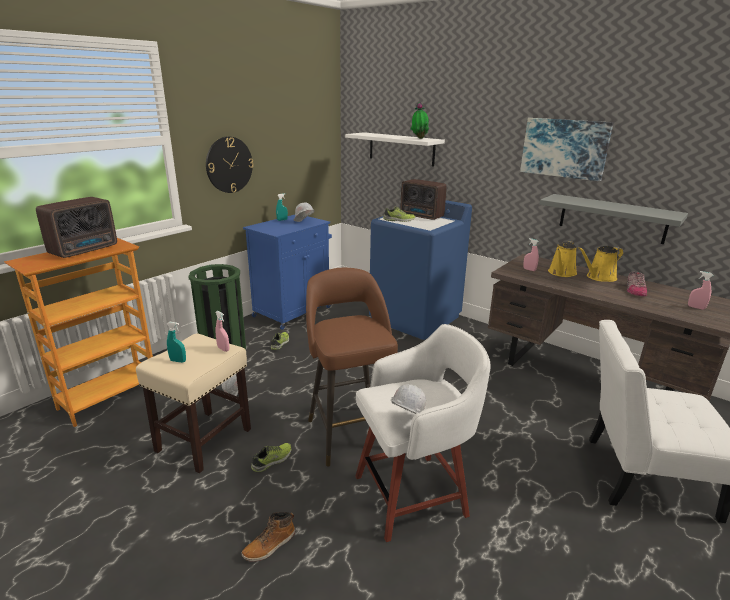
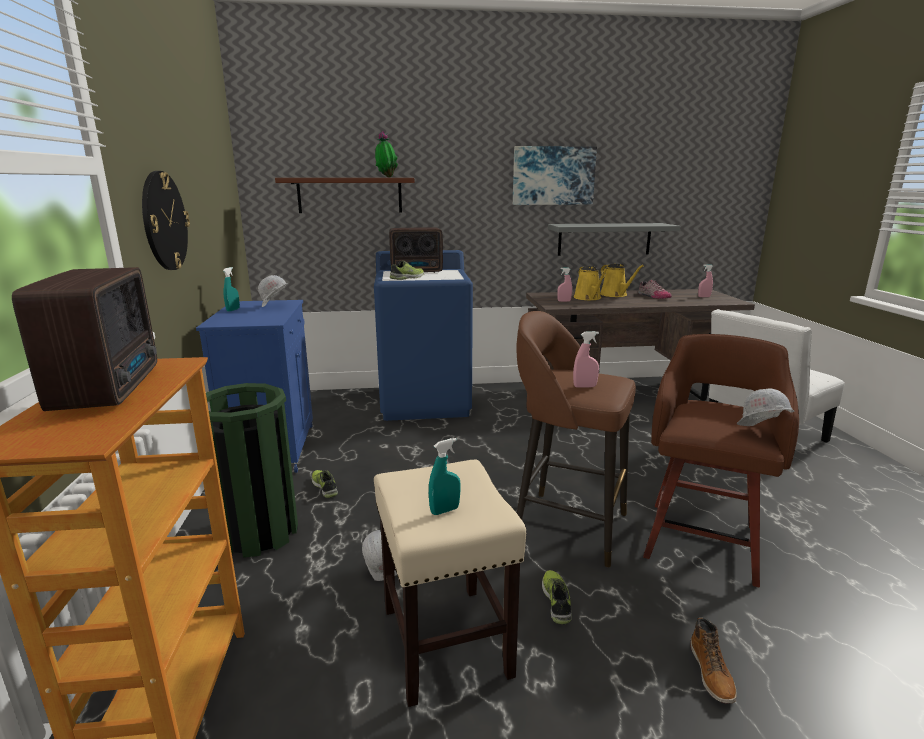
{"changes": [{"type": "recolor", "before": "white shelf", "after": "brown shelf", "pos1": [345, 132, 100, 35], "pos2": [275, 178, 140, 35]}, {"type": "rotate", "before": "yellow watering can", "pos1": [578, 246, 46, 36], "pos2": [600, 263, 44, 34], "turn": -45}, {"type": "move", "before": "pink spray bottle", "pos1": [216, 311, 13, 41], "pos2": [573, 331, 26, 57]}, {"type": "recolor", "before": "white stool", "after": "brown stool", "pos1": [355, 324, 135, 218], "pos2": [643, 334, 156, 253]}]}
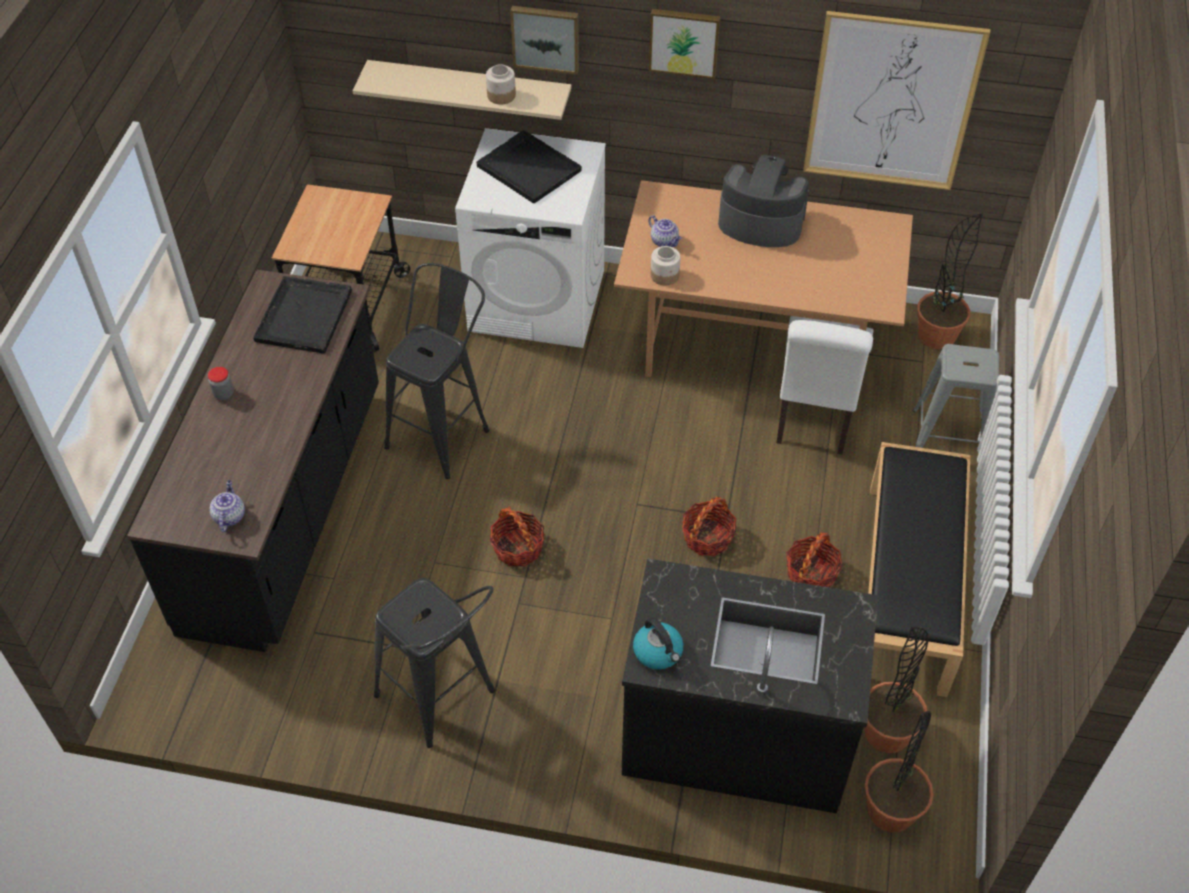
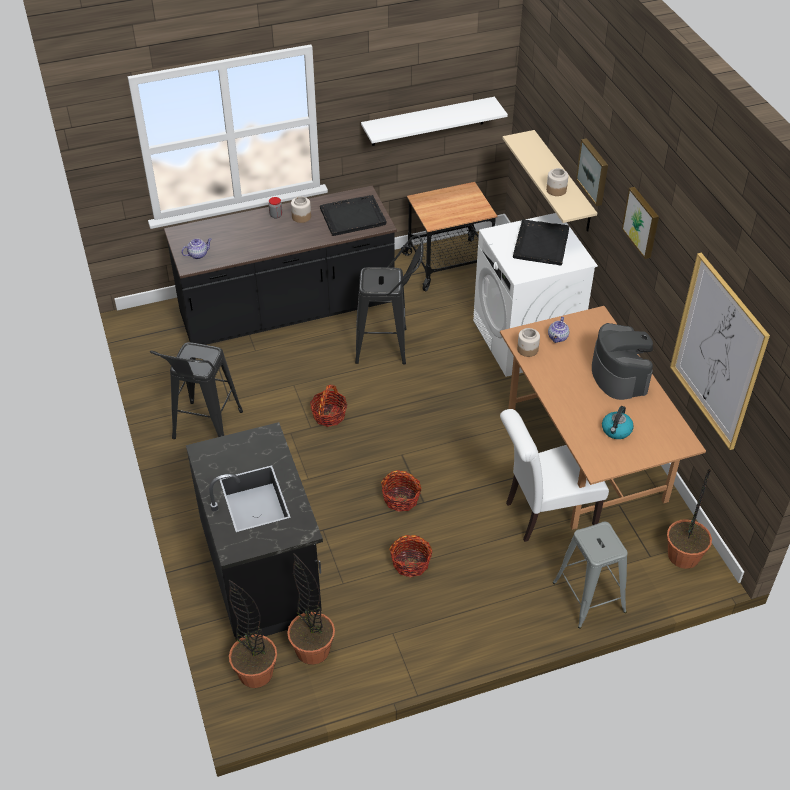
{"changes": [{"type": "delete", "before": "black bench", "pos1": [868, 442, 103, 255]}, {"type": "move", "before": "kettle", "pos1": [633, 617, 50, 53], "pos2": [602, 406, 32, 33]}, {"type": "insert", "after": "white shelf", "pos2": [361, 97, 147, 49]}, {"type": "insert", "after": "jar", "pos2": [291, 196, 20, 27]}]}
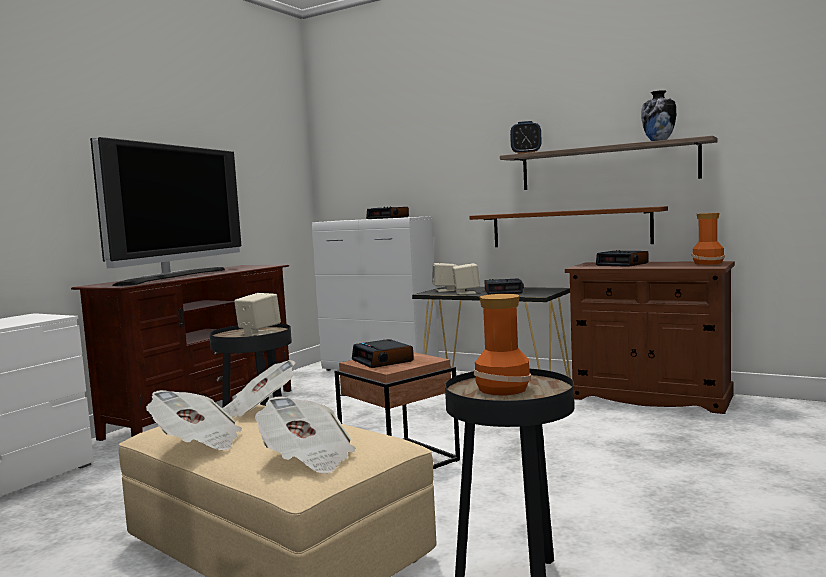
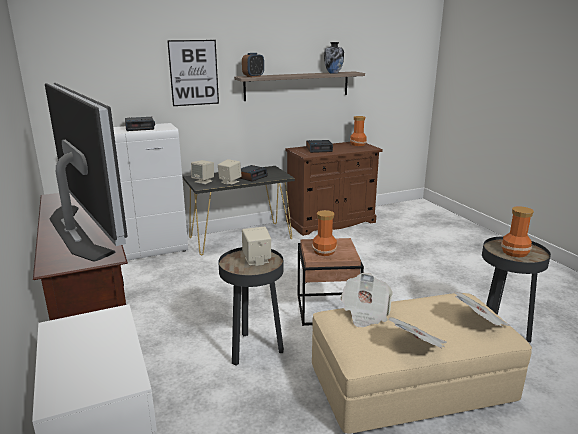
{"changes": [{"type": "delete", "before": "brown shelf", "pos1": [469, 206, 199, 41]}, {"type": "replace", "before": "alarm clock", "after": "vase", "pos1": [352, 339, 62, 29], "pos2": [312, 210, 25, 46]}, {"type": "insert", "after": "picture", "pos2": [167, 40, 52, 66]}]}
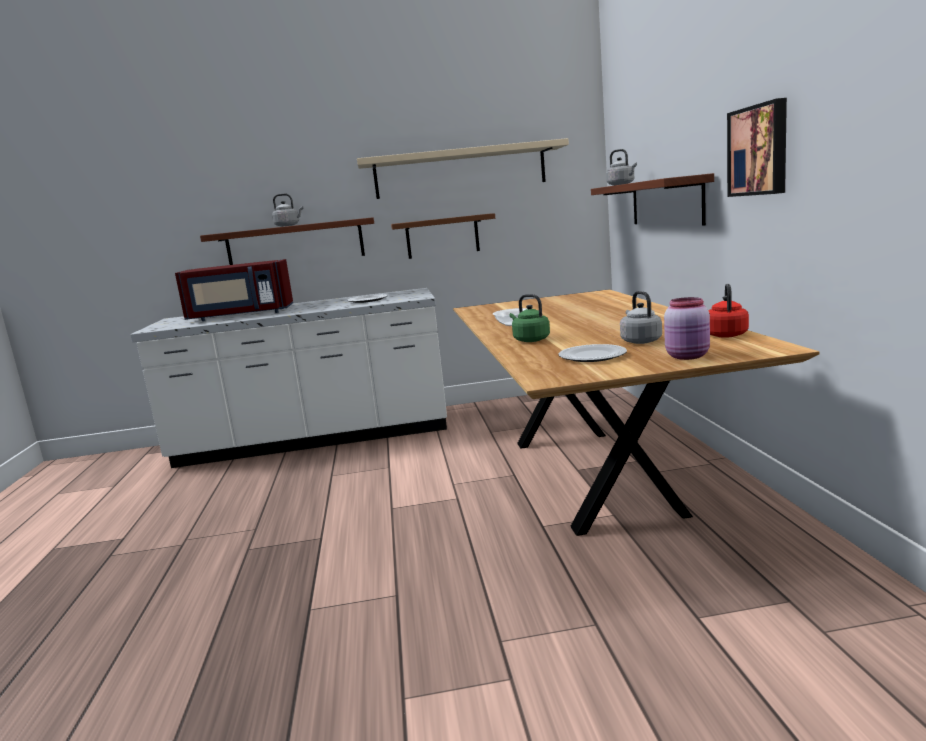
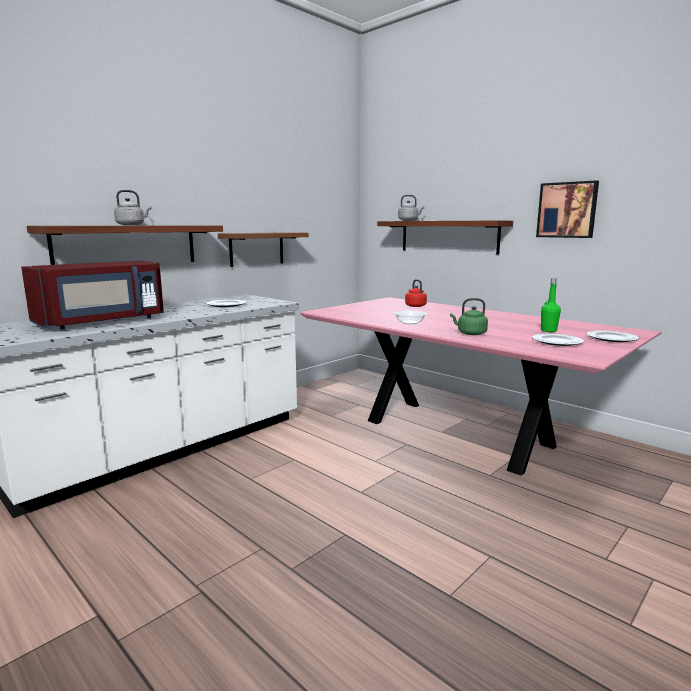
{"changes": [{"type": "delete", "before": "beige shelf", "pos1": [357, 138, 212, 61]}, {"type": "move", "before": "red kettle", "pos1": [708, 284, 41, 54], "pos2": [405, 279, 22, 28]}, {"type": "recolor", "before": "brown dining table", "after": "pink dining table", "pos1": [453, 289, 367, 247], "pos2": [299, 297, 362, 179]}, {"type": "replace", "before": "grey kettle", "after": "green bottle", "pos1": [620, 291, 42, 53], "pos2": [541, 278, 20, 54]}, {"type": "replace", "before": "pink jar", "after": "plate", "pos1": [664, 297, 46, 63], "pos2": [587, 330, 52, 12]}]}
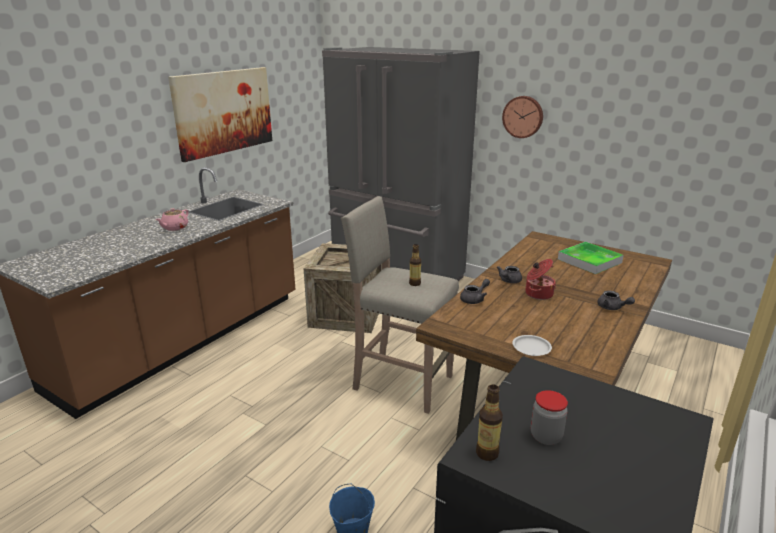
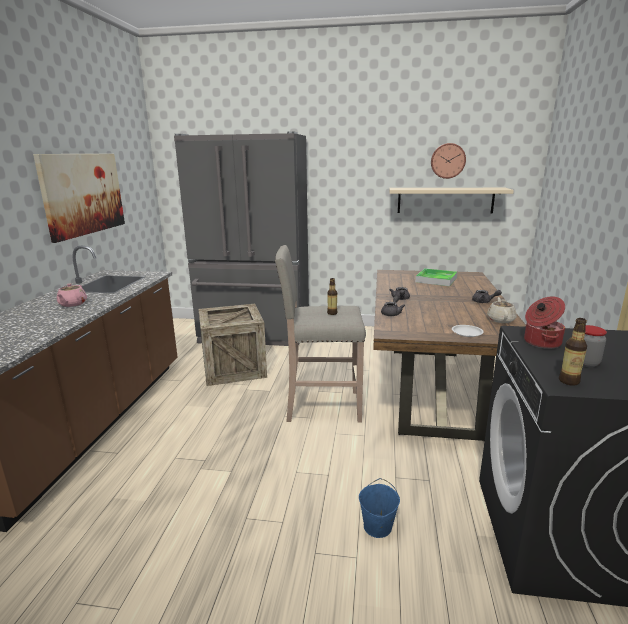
{"changes": [{"type": "move", "before": "wall clock", "pos1": [502, 96, 41, 42], "pos2": [431, 143, 35, 36]}, {"type": "move", "before": "cooking pot", "pos1": [525, 259, 31, 41], "pos2": [524, 296, 42, 53]}, {"type": "insert", "after": "beige shelf", "pos2": [389, 188, 125, 26]}, {"type": "insert", "after": "beige teapot", "pos2": [487, 297, 29, 26]}]}
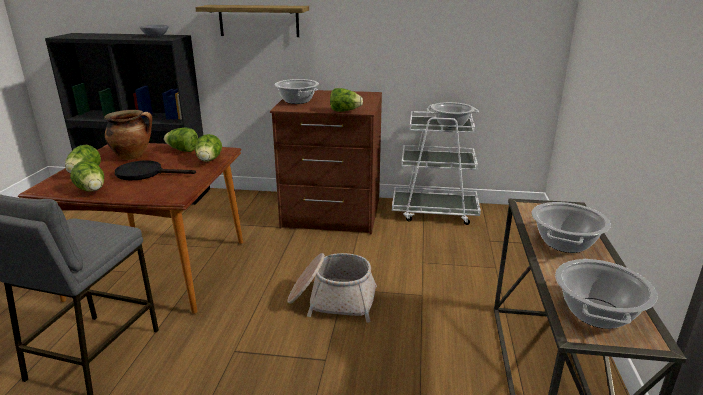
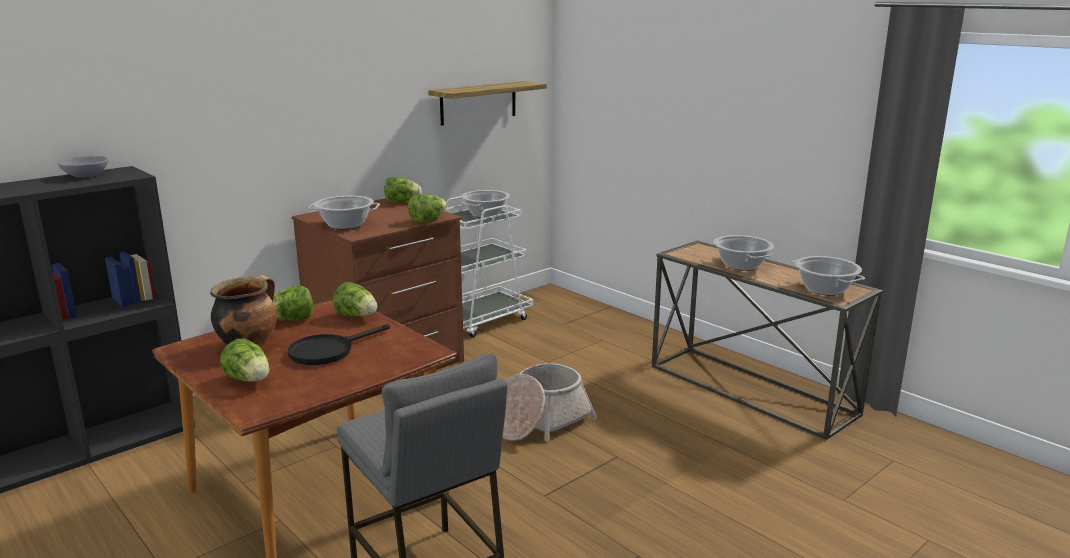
{"changes": [{"type": "move", "before": "shelf", "pos1": [195, 5, 114, 32], "pos2": [429, 81, 118, 45]}, {"type": "move", "before": "lettuce", "pos1": [70, 161, 34, 31], "pos2": [384, 177, 38, 26]}]}
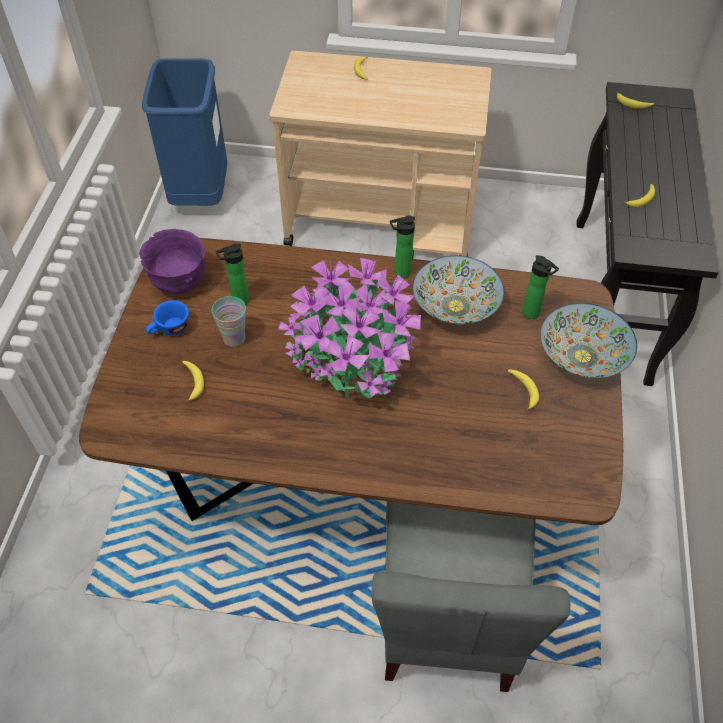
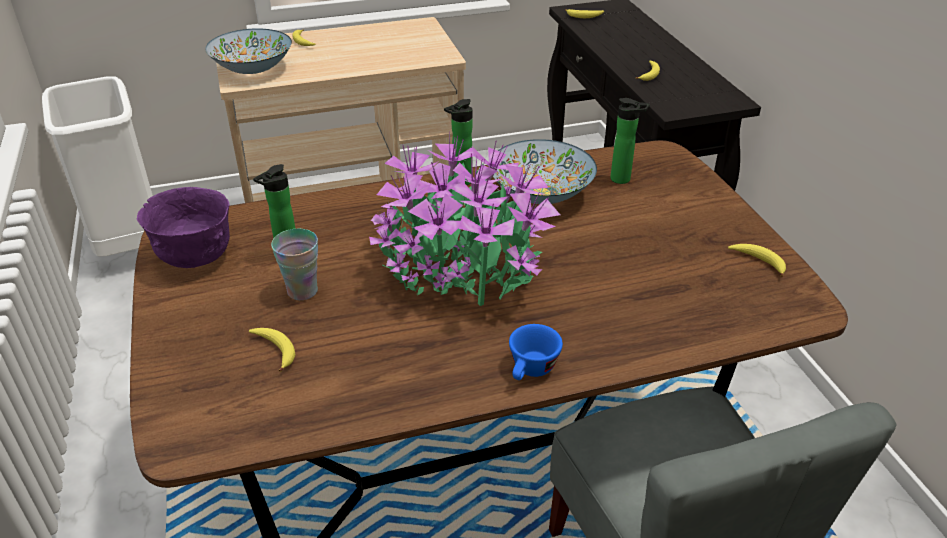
{"changes": [{"type": "recolor", "before": "blue trash can", "after": "white trash can", "pos1": [142, 58, 85, 148], "pos2": [42, 76, 111, 180]}, {"type": "move", "before": "blue cup", "pos1": [146, 300, 43, 36], "pos2": [509, 324, 54, 56]}, {"type": "move", "before": "bowl", "pos1": [540, 303, 97, 75], "pos2": [205, 28, 87, 46]}, {"type": "move", "before": "banana", "pos1": [508, 370, 31, 41], "pos2": [728, 244, 58, 33]}]}
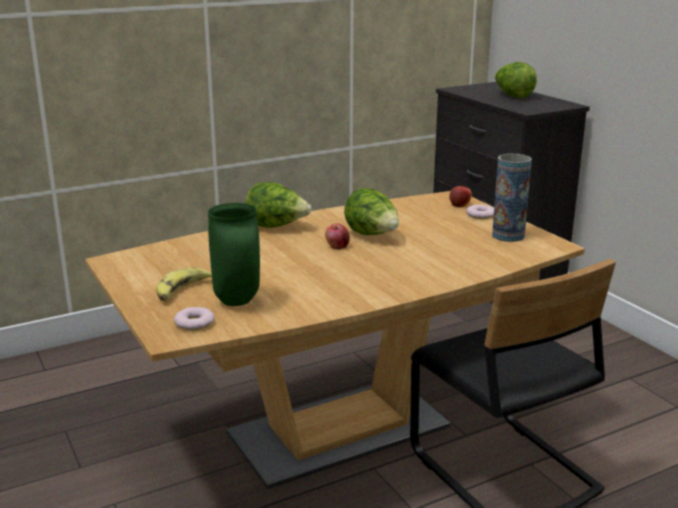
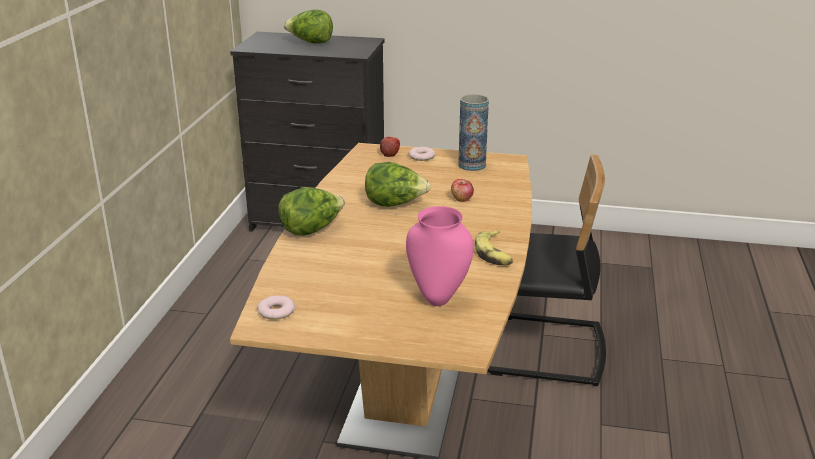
{"changes": [{"type": "recolor", "before": "green vase", "after": "pink vase", "pos1": [208, 203, 52, 103], "pos2": [406, 206, 67, 100]}, {"type": "move", "before": "apple", "pos1": [325, 223, 25, 26], "pos2": [451, 179, 23, 23]}, {"type": "move", "before": "banana", "pos1": [156, 268, 56, 33], "pos2": [475, 230, 38, 35]}, {"type": "move", "before": "donut", "pos1": [174, 307, 41, 23], "pos2": [257, 296, 38, 24]}]}
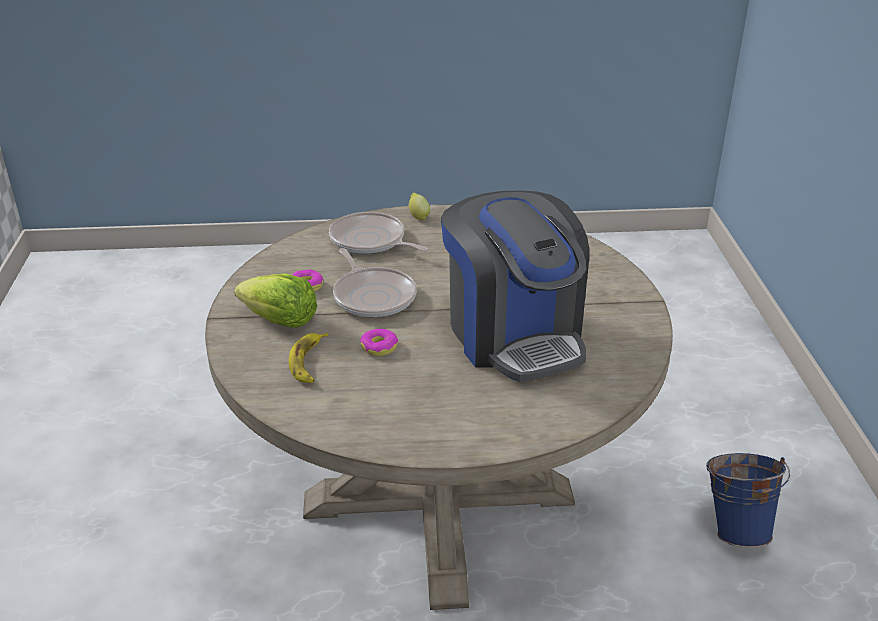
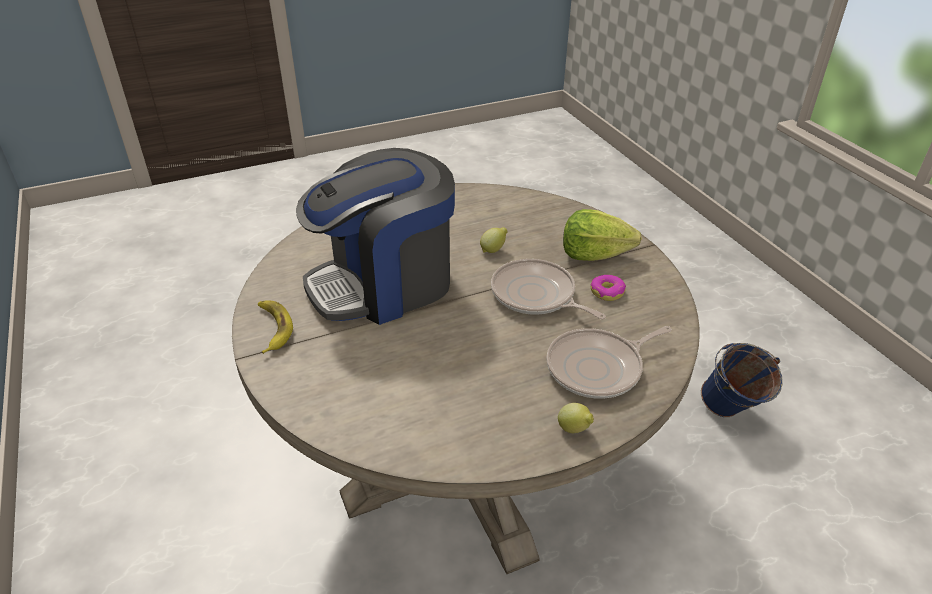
{"changes": [{"type": "rotate", "before": "coffee machine", "pos1": [441, 191, 148, 191], "pos2": [296, 148, 159, 177], "turn": -75}, {"type": "rotate", "before": "frying pan", "pos1": [329, 212, 99, 42], "pos2": [546, 326, 126, 73], "turn": 135}, {"type": "replace", "before": "donut", "after": "lemon", "pos1": [360, 329, 38, 27], "pos2": [480, 227, 28, 26]}, {"type": "move", "before": "banana", "pos1": [289, 333, 39, 50], "pos2": [258, 300, 35, 54]}, {"type": "move", "before": "blue bucket", "pos1": [706, 453, 84, 95], "pos2": [701, 343, 82, 74]}]}
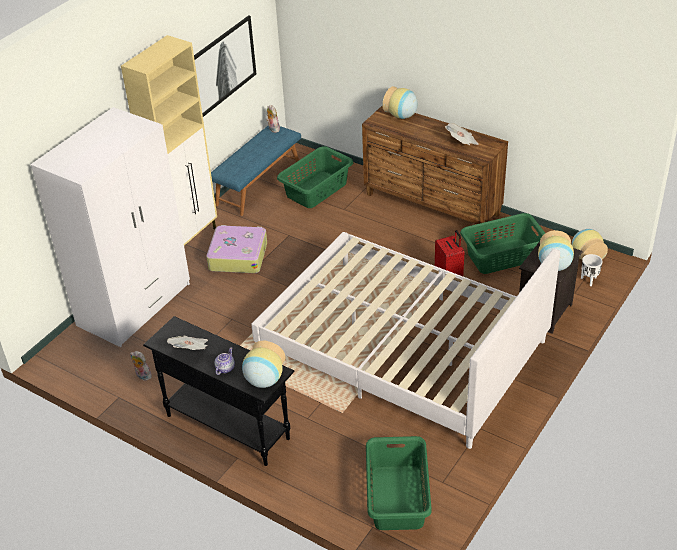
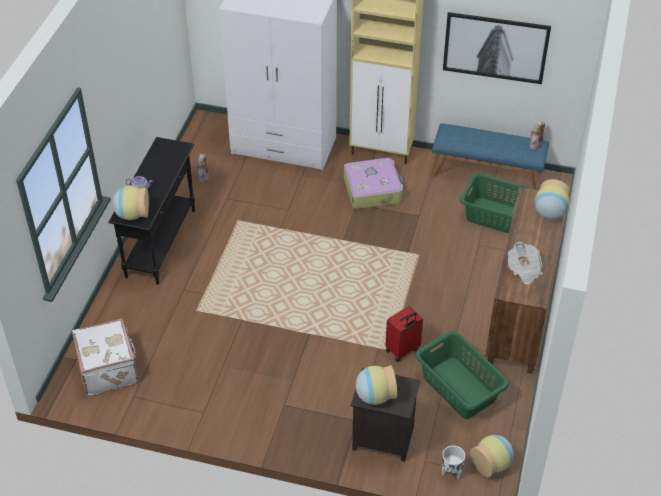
{"changes": [{"type": "delete", "before": "white bed", "pos1": [251, 232, 309, 217]}, {"type": "delete", "before": "newspaper", "pos1": [167, 336, 41, 14]}, {"type": "replace", "before": "green laundry basket", "after": "white suitcase", "pos1": [366, 436, 66, 94], "pos2": [72, 318, 66, 78]}]}
